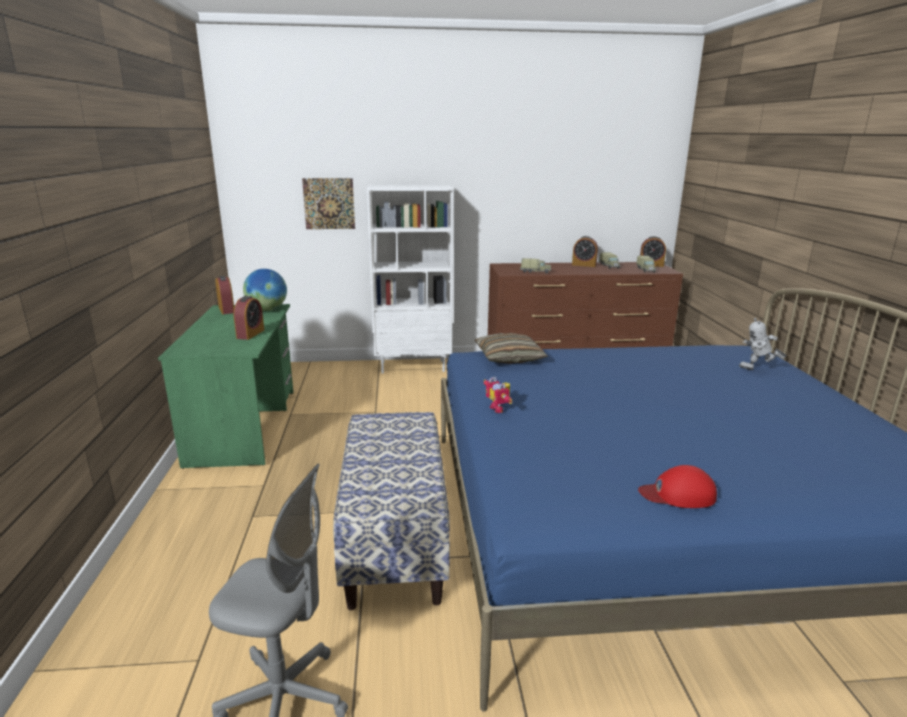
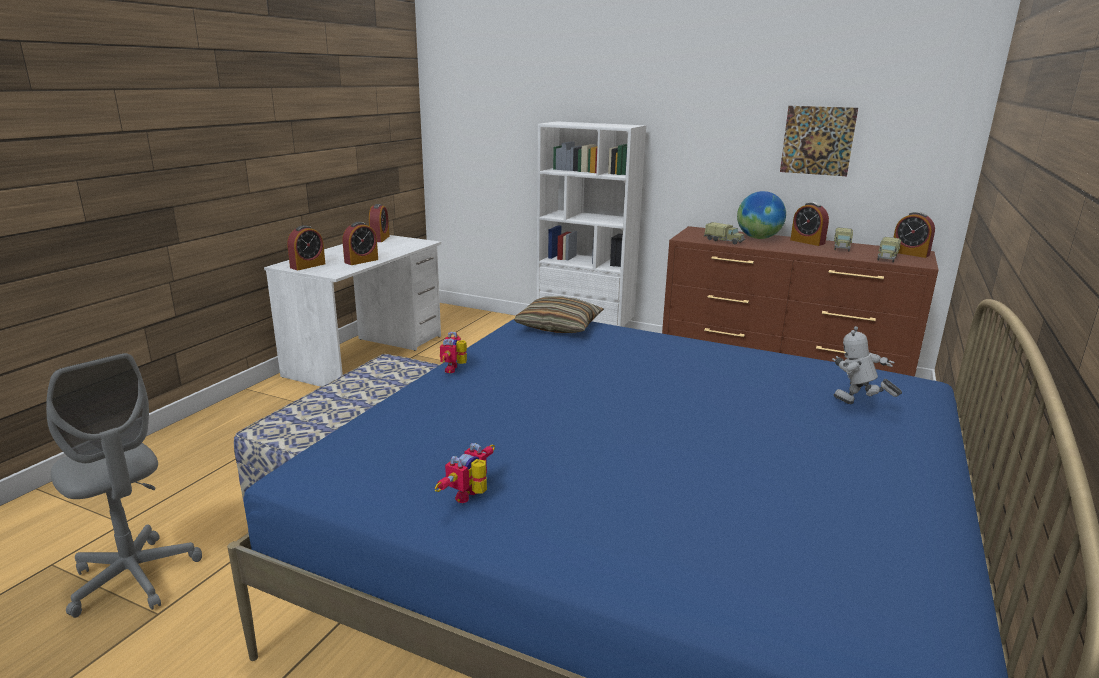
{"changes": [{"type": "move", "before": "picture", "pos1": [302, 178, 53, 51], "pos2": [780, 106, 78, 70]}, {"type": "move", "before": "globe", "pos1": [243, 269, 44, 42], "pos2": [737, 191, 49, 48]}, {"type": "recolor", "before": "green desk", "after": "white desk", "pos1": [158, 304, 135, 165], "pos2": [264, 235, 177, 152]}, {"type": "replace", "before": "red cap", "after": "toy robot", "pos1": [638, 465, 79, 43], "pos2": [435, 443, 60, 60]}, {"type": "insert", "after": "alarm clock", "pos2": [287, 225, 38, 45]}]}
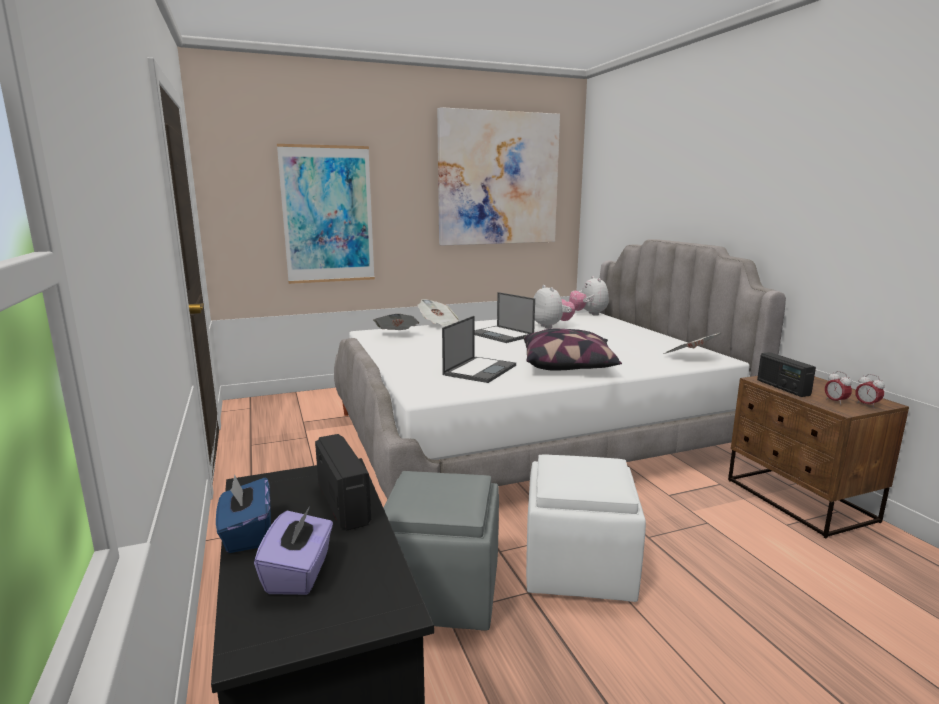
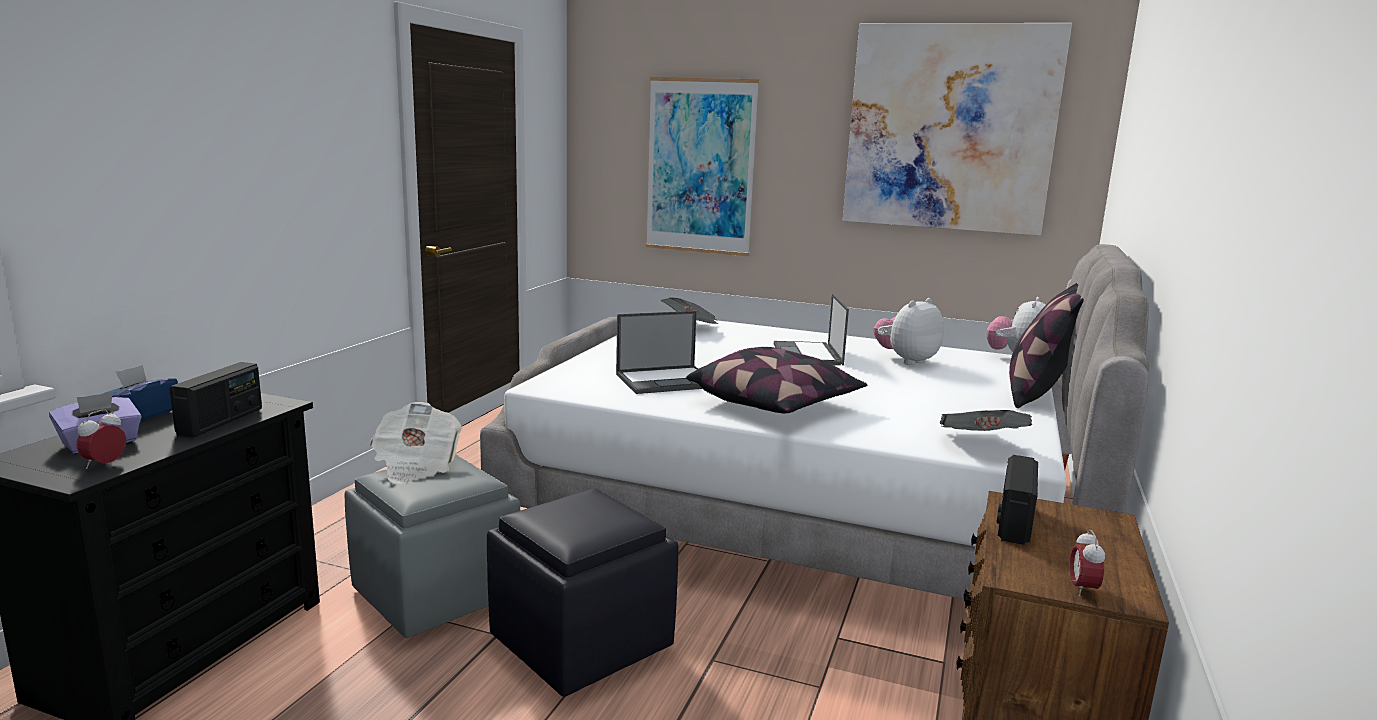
{"changes": [{"type": "rotate", "before": "plush toy", "pos1": [534, 285, 41, 44], "pos2": [873, 298, 71, 67], "turn": -150}, {"type": "move", "before": "newspaper", "pos1": [418, 299, 41, 28], "pos2": [370, 402, 92, 82]}, {"type": "move", "before": "alarm clock", "pos1": [825, 371, 27, 34], "pos2": [76, 409, 50, 60]}, {"type": "recolor", "before": "white ottoman", "after": "black ottoman", "pos1": [526, 454, 120, 148], "pos2": [487, 488, 192, 209]}, {"type": "insert", "after": "pillow", "pos2": [1009, 283, 75, 125]}]}
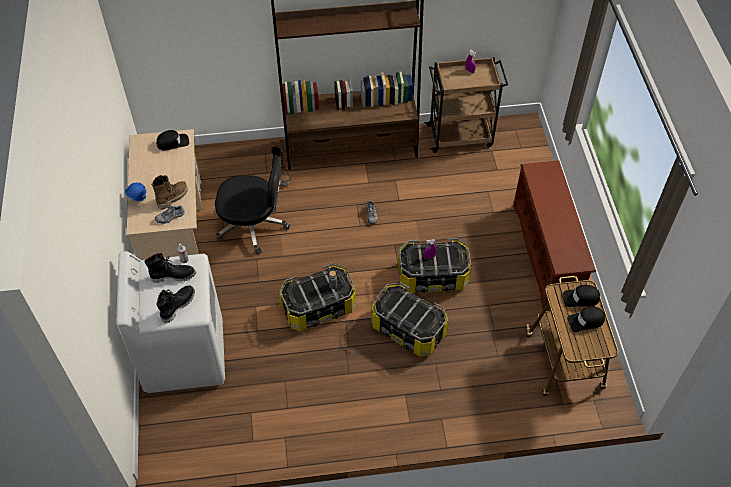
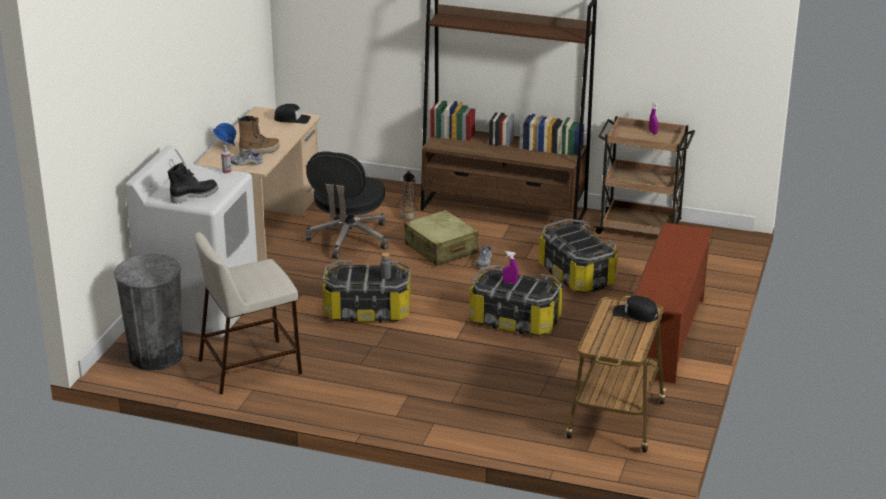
{"changes": [{"type": "rotate", "before": "black office chair", "pos1": [215, 155, 75, 99], "pos2": [305, 151, 83, 108], "turn": 75}, {"type": "delete", "before": "black boot", "pos1": [144, 253, 52, 30]}, {"type": "move", "before": "storage box", "pos1": [371, 282, 77, 75], "pos2": [539, 219, 79, 74]}, {"type": "delete", "before": "black cap", "pos1": [567, 306, 38, 26]}, {"type": "insert", "after": "beige suitcase", "pos2": [404, 210, 75, 56]}, {"type": "insert", "after": "beige stool", "pos2": [195, 232, 107, 162]}, {"type": "insert", "after": "grey trash can", "pos2": [114, 254, 69, 116]}]}
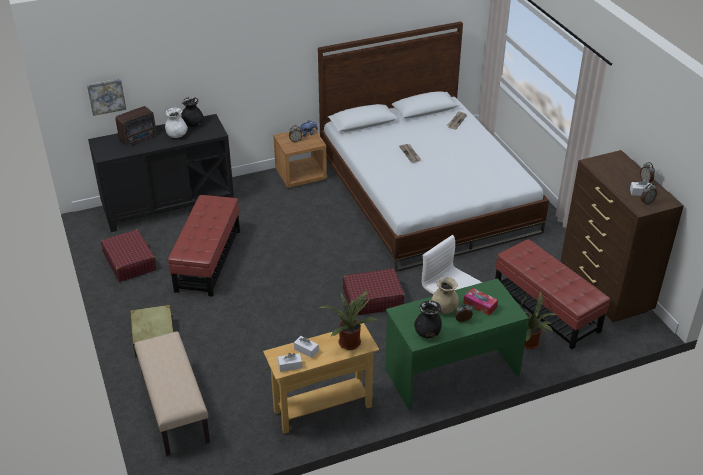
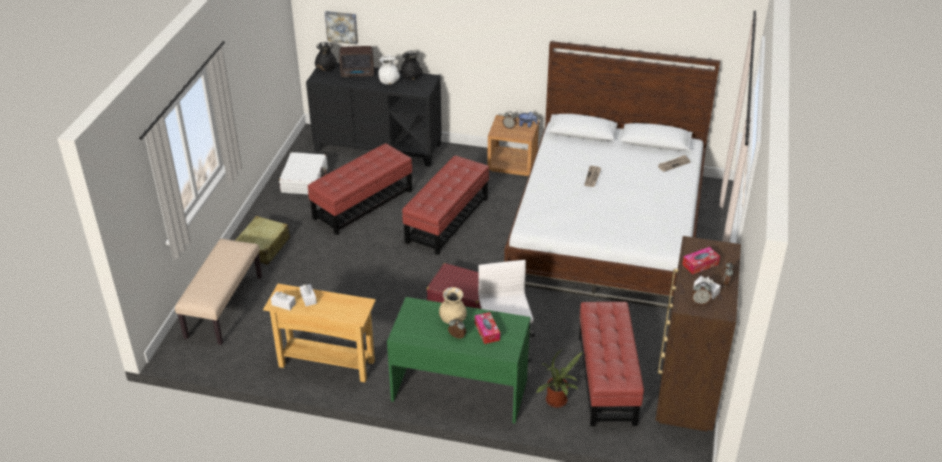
{"changes": [{"type": "recolor", "before": "red suitcase", "after": "white suitcase", "pos1": [101, 229, 56, 53], "pos2": [279, 152, 49, 42]}, {"type": "delete", "before": "potted plant", "pos1": [319, 289, 58, 61]}, {"type": "move", "before": "black vase", "pos1": [414, 300, 28, 38], "pos2": [315, 42, 21, 29]}, {"type": "insert", "after": "red ottoman", "pos2": [402, 156, 87, 99]}, {"type": "insert", "after": "tissue box", "pos2": [682, 247, 38, 27]}]}
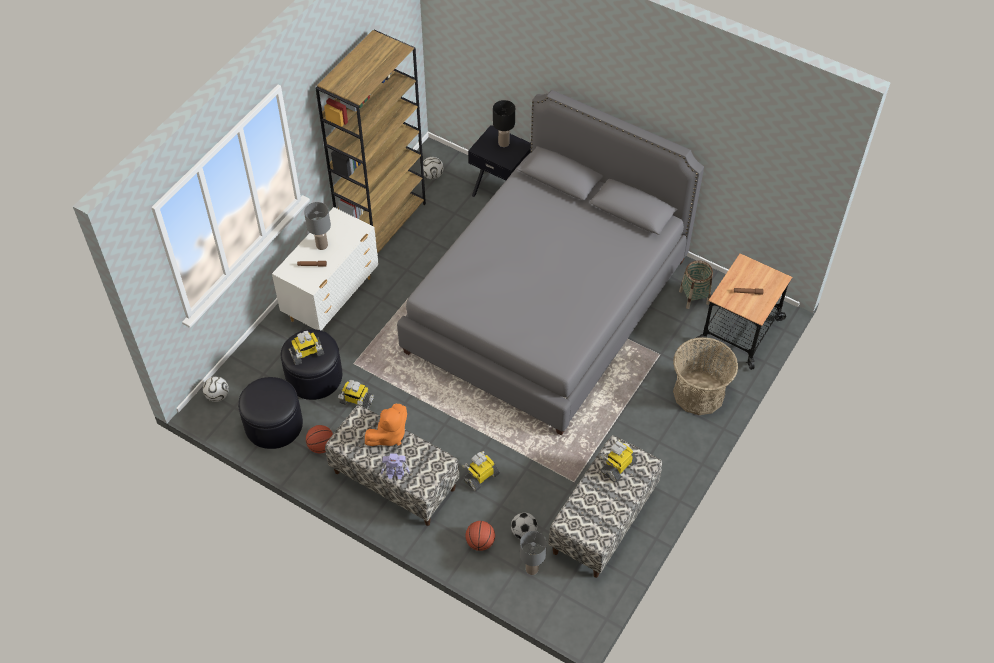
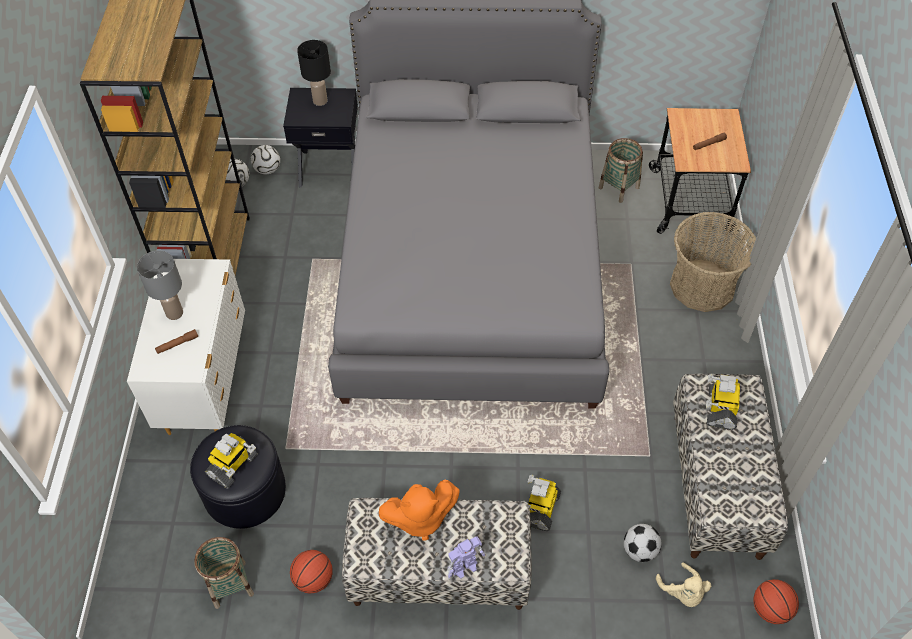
{"changes": [{"type": "move", "before": "football", "pos1": [203, 376, 26, 26], "pos2": [251, 145, 29, 29]}, {"type": "replace", "before": "black ottoman", "after": "basket", "pos1": [238, 377, 65, 72], "pos2": [194, 537, 60, 72]}, {"type": "delete", "before": "toy robot", "pos1": [338, 380, 36, 29]}, {"type": "rotate", "before": "orange plush toy", "pos1": [365, 404, 42, 42], "pos2": [379, 480, 81, 61], "turn": 60}, {"type": "move", "before": "basketball", "pos1": [465, 521, 30, 30], "pos2": [753, 579, 46, 45]}, {"type": "replace", "before": "grey table lamp", "after": "beige plush toy", "pos1": [520, 531, 27, 44], "pos2": [656, 562, 55, 45]}]}
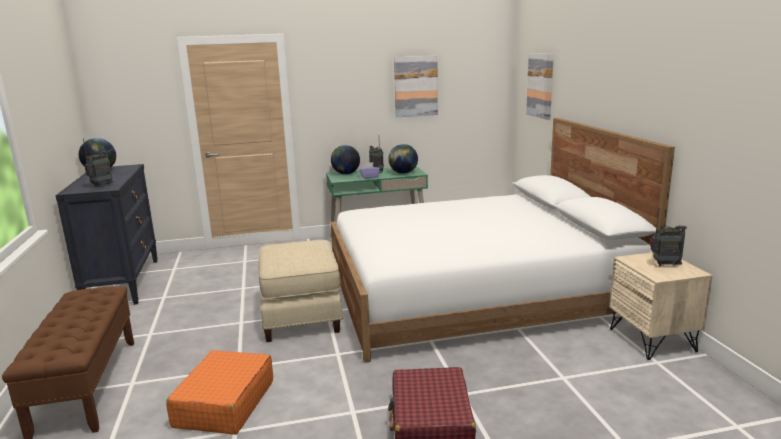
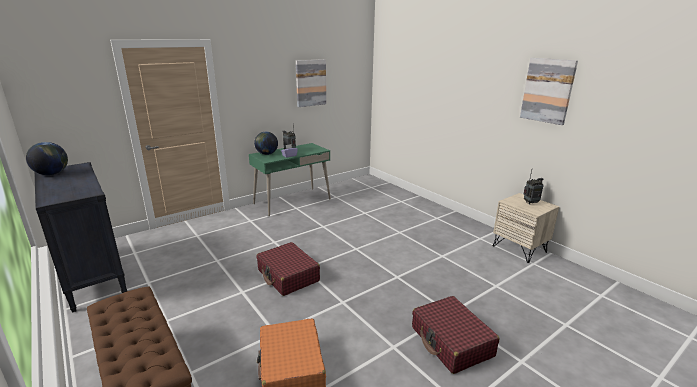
{"changes": [{"type": "move", "before": "picture", "pos1": [526, 53, 28, 67], "pos2": [520, 58, 58, 67]}, {"type": "delete", "before": "white bed", "pos1": [331, 118, 344, 245]}, {"type": "delete", "before": "radio", "pos1": [83, 138, 30, 49]}, {"type": "delete", "before": "globe", "pos1": [388, 144, 30, 30]}, {"type": "replace", "before": "beige ottoman", "after": "red suitcase", "pos1": [259, 240, 84, 102], "pos2": [256, 242, 64, 54]}]}
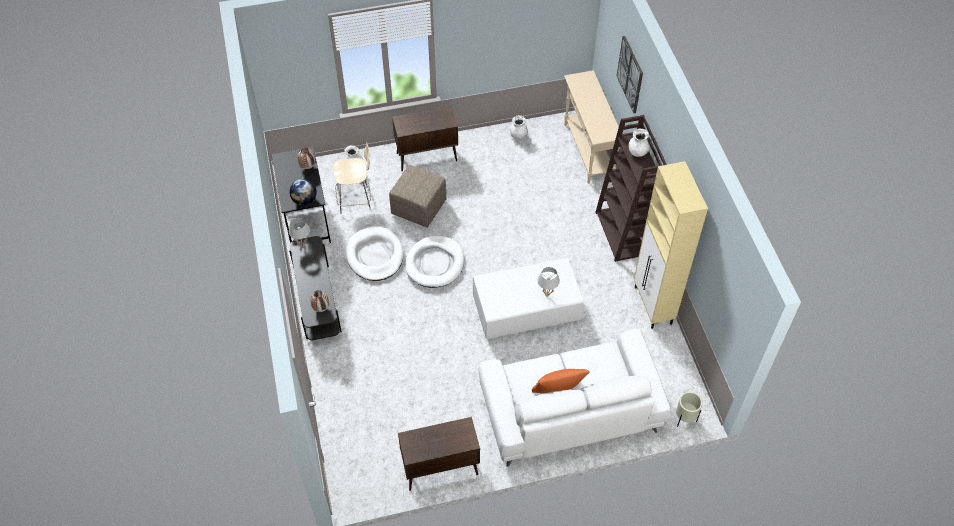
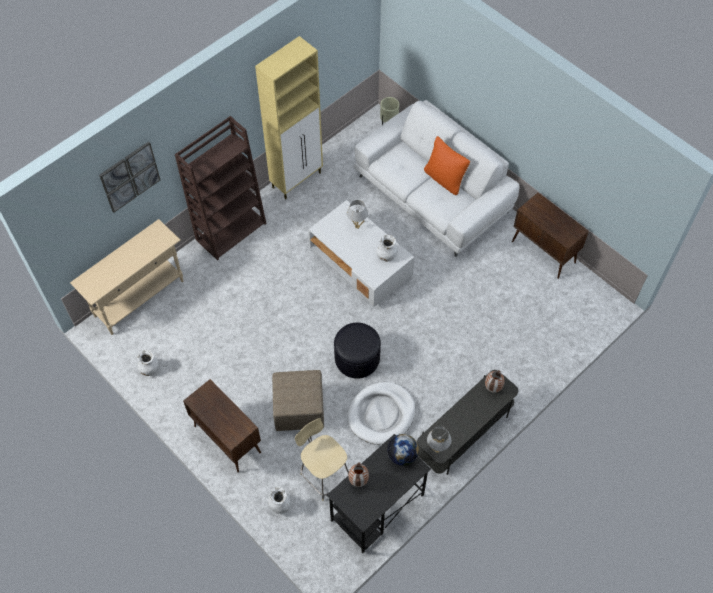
{"changes": [{"type": "move", "before": "white vase", "pos1": [629, 129, 21, 28], "pos2": [376, 235, 22, 27]}, {"type": "replace", "before": "white dog bed", "after": "black ottoman", "pos1": [405, 236, 59, 52], "pos2": [334, 322, 47, 57]}]}
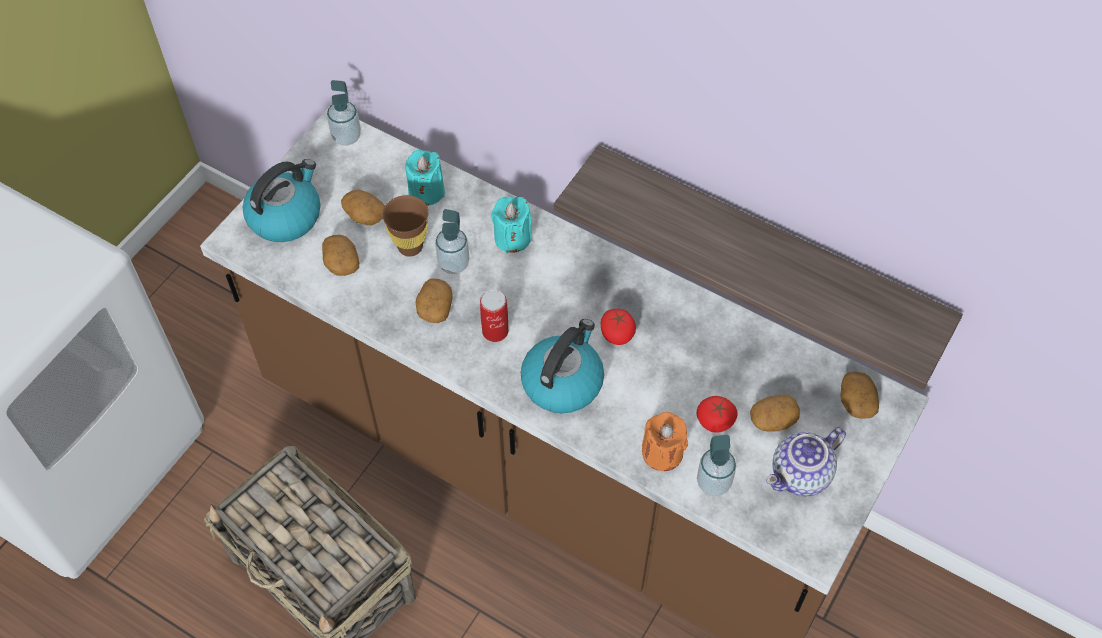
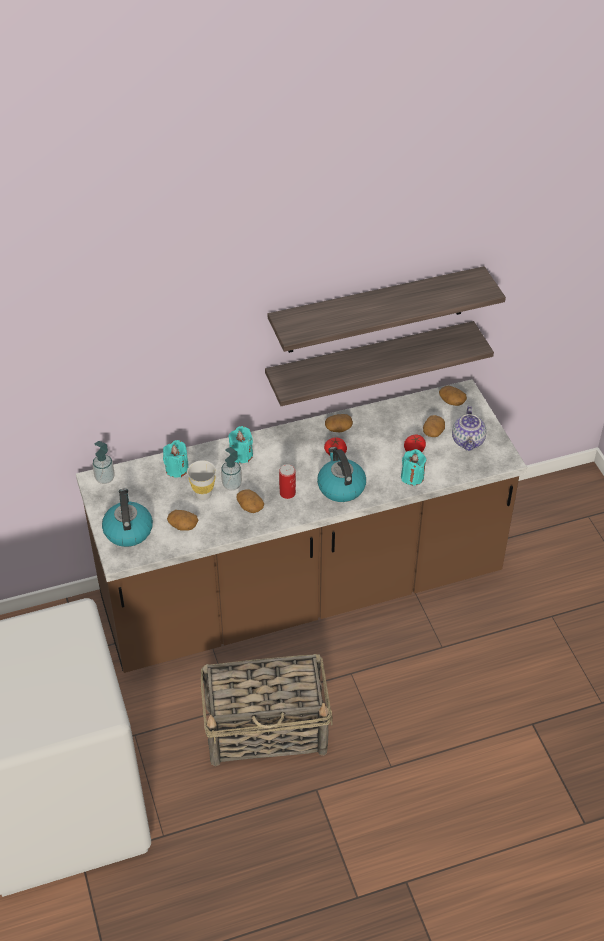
{"changes": [{"type": "move", "before": "potato", "pos1": [341, 190, 44, 35], "pos2": [325, 414, 28, 18]}, {"type": "recolor", "before": "brown cup", "after": "white cup", "pos1": [382, 195, 46, 62], "pos2": [187, 460, 29, 40]}, {"type": "recolor", "before": "orange candle", "after": "turquoise candle", "pos1": [642, 412, 46, 59], "pos2": [401, 449, 26, 36]}, {"type": "delete", "before": "soap dispenser", "pos1": [697, 435, 39, 61]}, {"type": "insert", "after": "shelf", "pos2": [268, 266, 238, 87]}]}
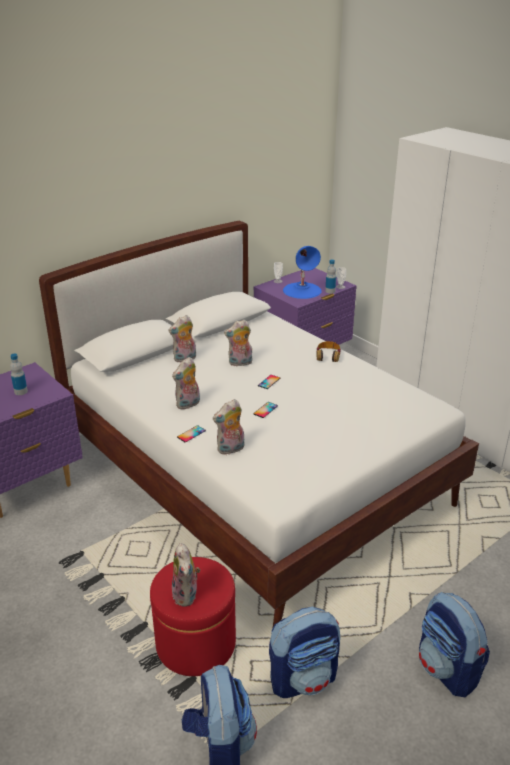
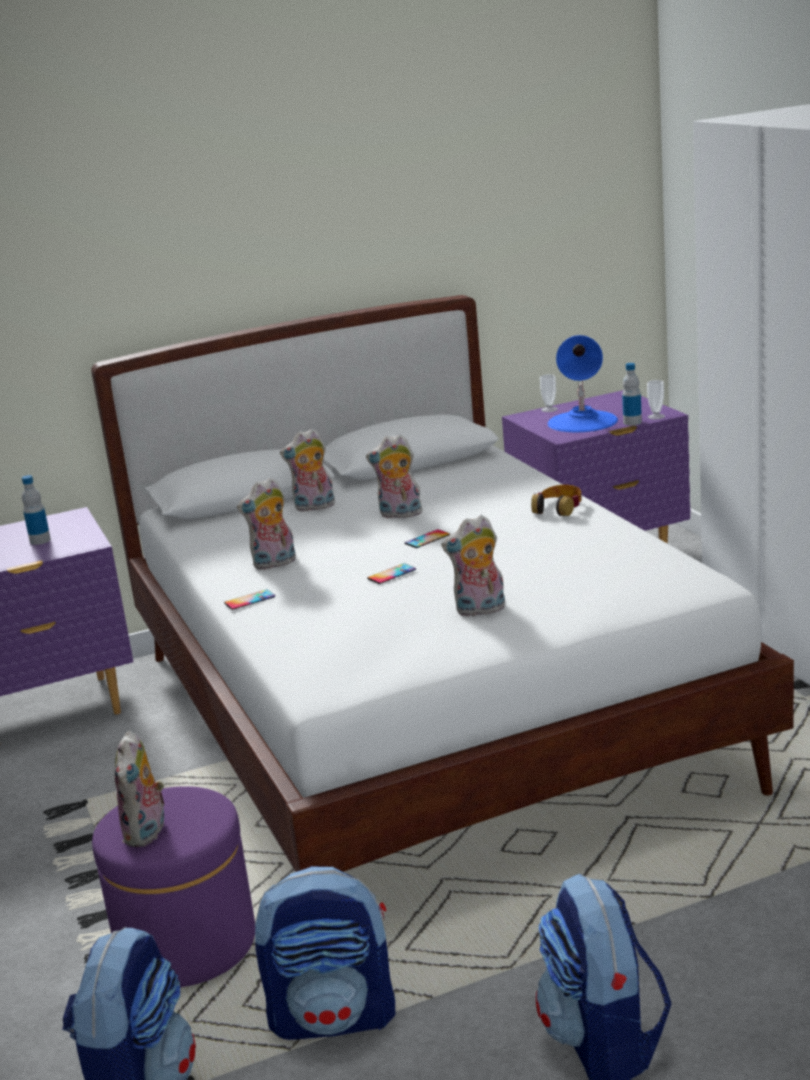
{"changes": [{"type": "move", "before": "plush toy", "pos1": [213, 399, 31, 56], "pos2": [441, 515, 64, 102]}, {"type": "recolor", "before": "red ottoman", "after": "purple ottoman", "pos1": [150, 557, 86, 119], "pos2": [92, 786, 163, 201]}]}
